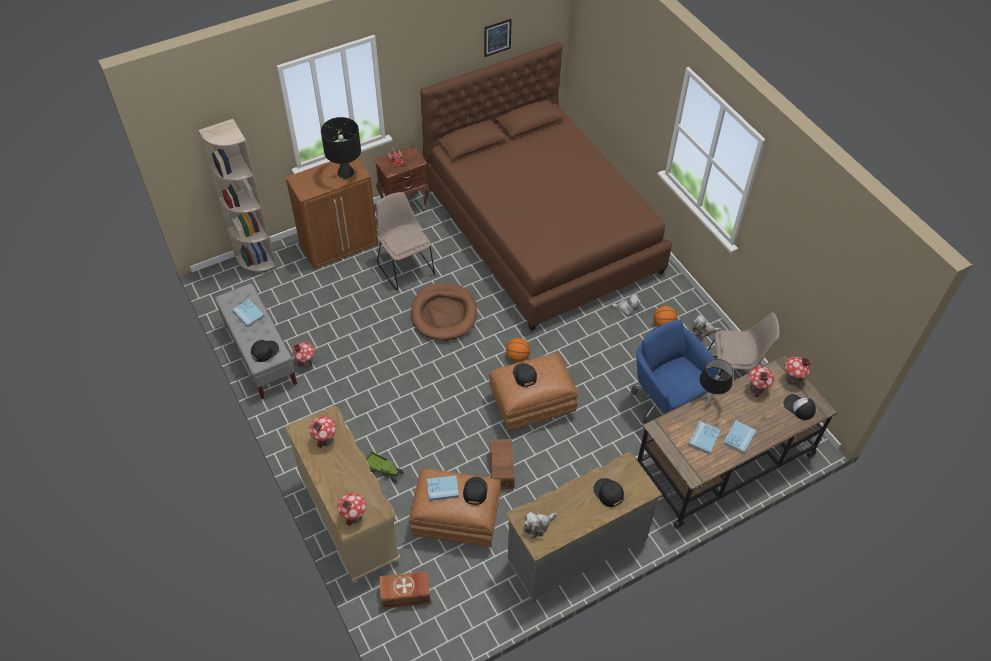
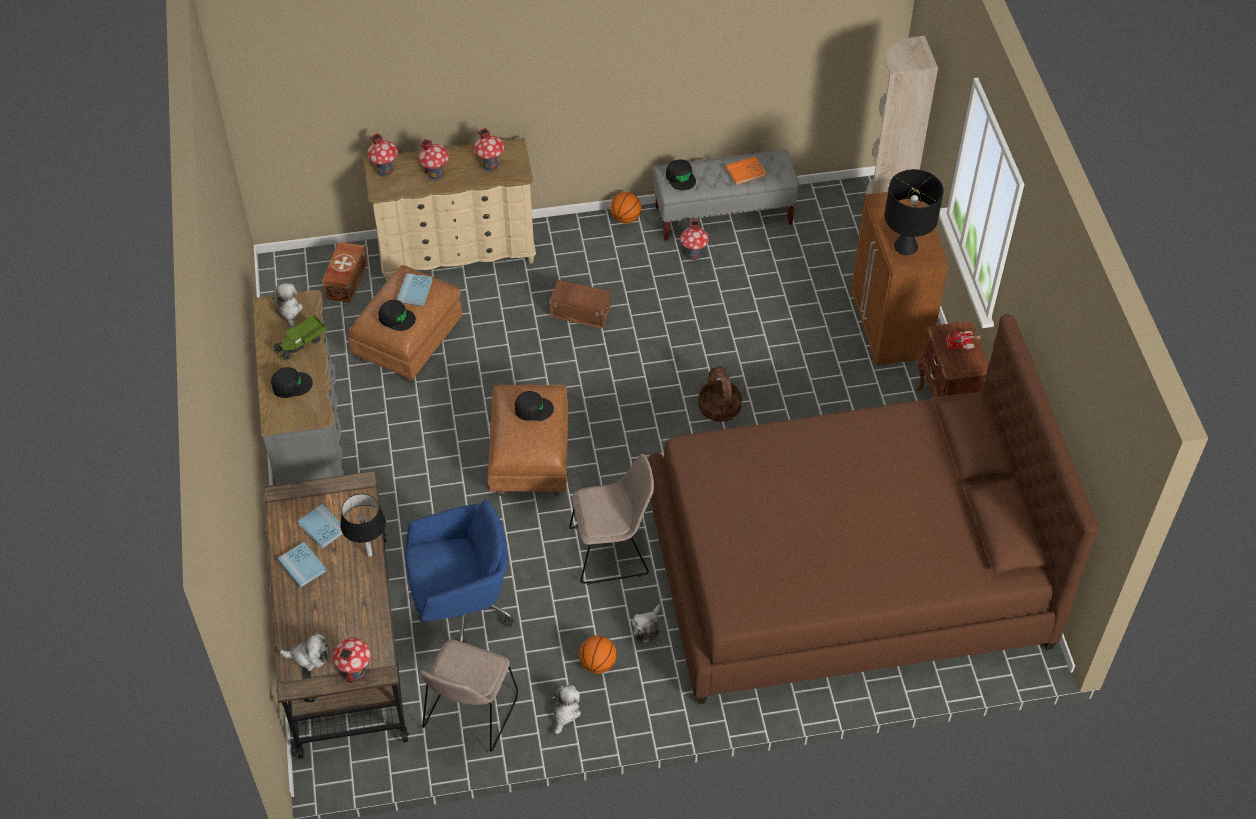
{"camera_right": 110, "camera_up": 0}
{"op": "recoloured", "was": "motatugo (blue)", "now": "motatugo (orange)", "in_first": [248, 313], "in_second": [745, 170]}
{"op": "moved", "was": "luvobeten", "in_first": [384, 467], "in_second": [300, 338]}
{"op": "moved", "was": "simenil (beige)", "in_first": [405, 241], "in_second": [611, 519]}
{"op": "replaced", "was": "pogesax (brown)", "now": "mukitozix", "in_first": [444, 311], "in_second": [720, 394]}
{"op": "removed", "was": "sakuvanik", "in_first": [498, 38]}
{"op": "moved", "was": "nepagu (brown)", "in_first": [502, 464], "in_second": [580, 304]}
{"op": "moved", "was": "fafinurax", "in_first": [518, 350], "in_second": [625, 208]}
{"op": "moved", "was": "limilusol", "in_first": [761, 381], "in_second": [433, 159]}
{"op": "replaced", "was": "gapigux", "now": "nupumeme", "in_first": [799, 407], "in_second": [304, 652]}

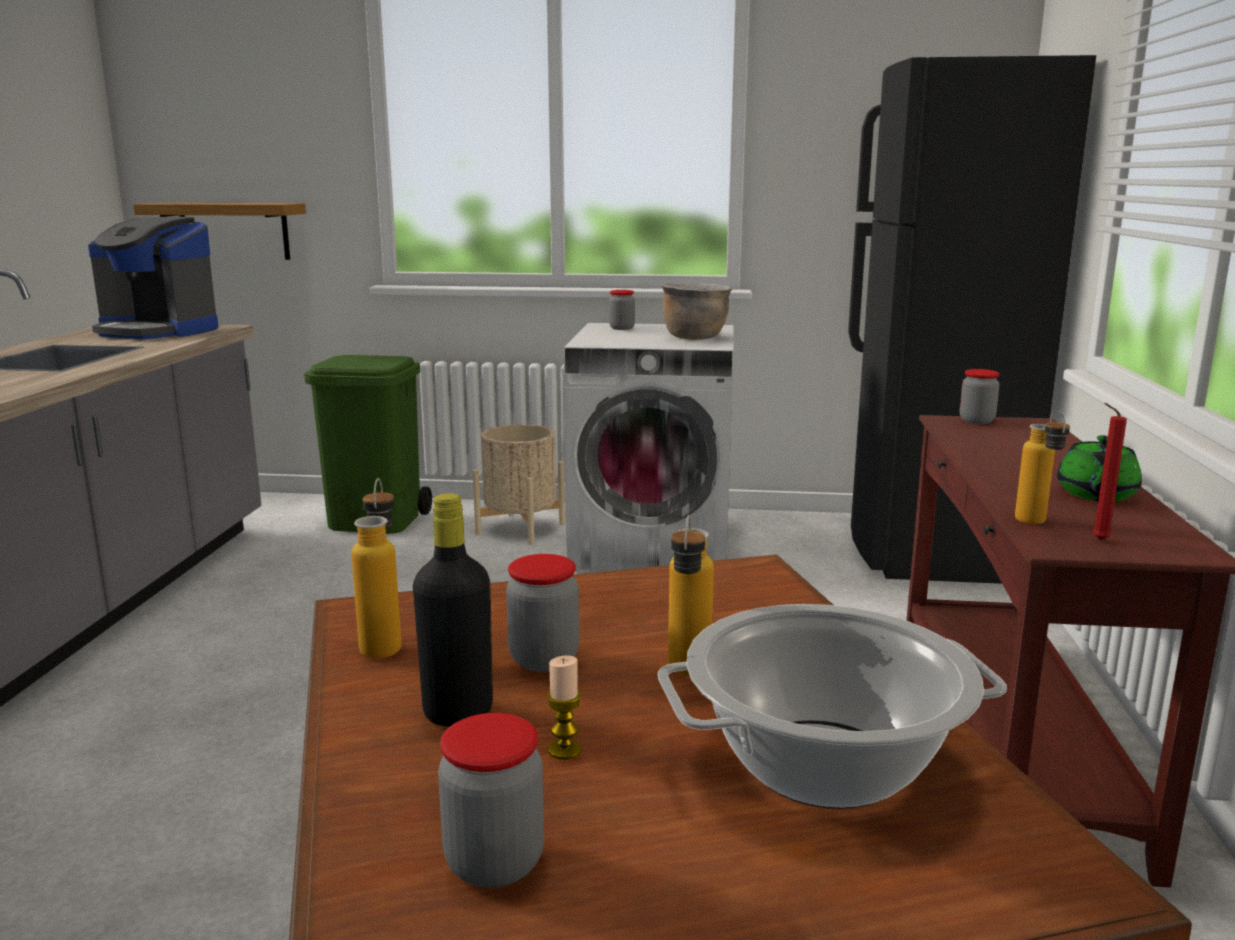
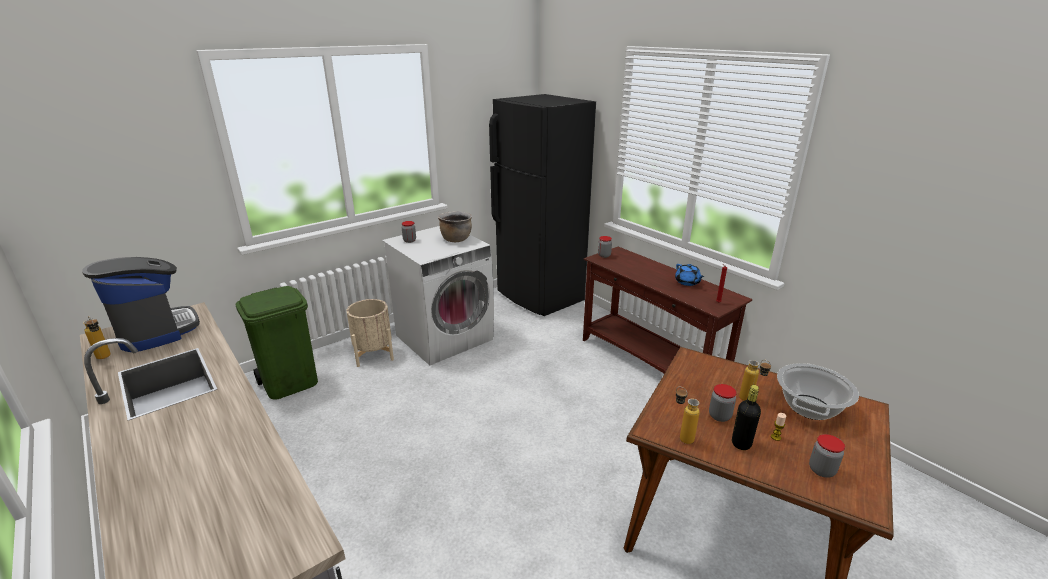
{"camera_right": -45, "camera_up": 10}
{"op": "turned", "was": "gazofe", "in_first": [153, 278], "in_second": [141, 304], "clockwise": -105}
{"op": "removed", "was": "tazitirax", "in_first": [219, 231]}
{"op": "moved", "was": "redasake", "in_first": [1042, 467], "in_second": [97, 337]}
{"op": "recoloured", "was": "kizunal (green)", "now": "kizunal (blue)", "in_first": [1099, 468], "in_second": [689, 275]}

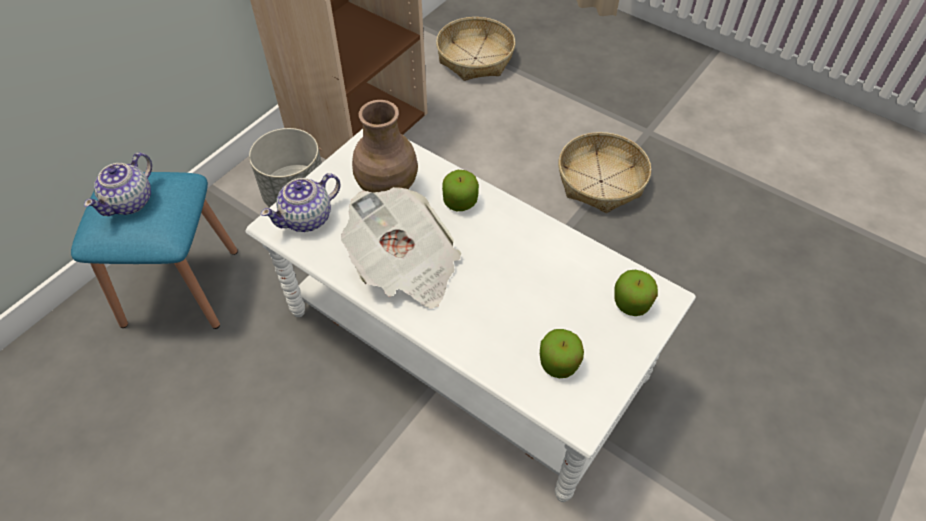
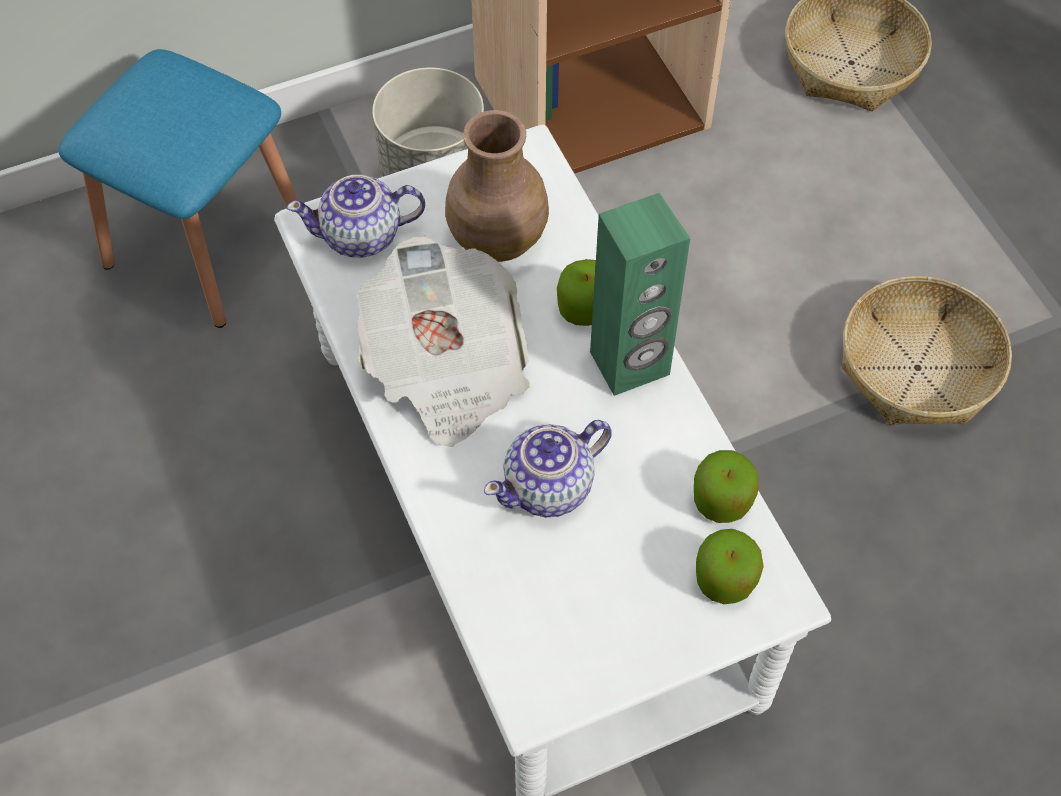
{"camera_right": 30, "camera_up": 5}
{"op": "moved", "was": "kizunal", "in_first": [118, 184], "in_second": [548, 468]}
{"op": "moved", "was": "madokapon", "in_first": [562, 353], "in_second": [726, 486]}
{"op": "added", "now": "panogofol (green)", "in_second": [640, 294]}

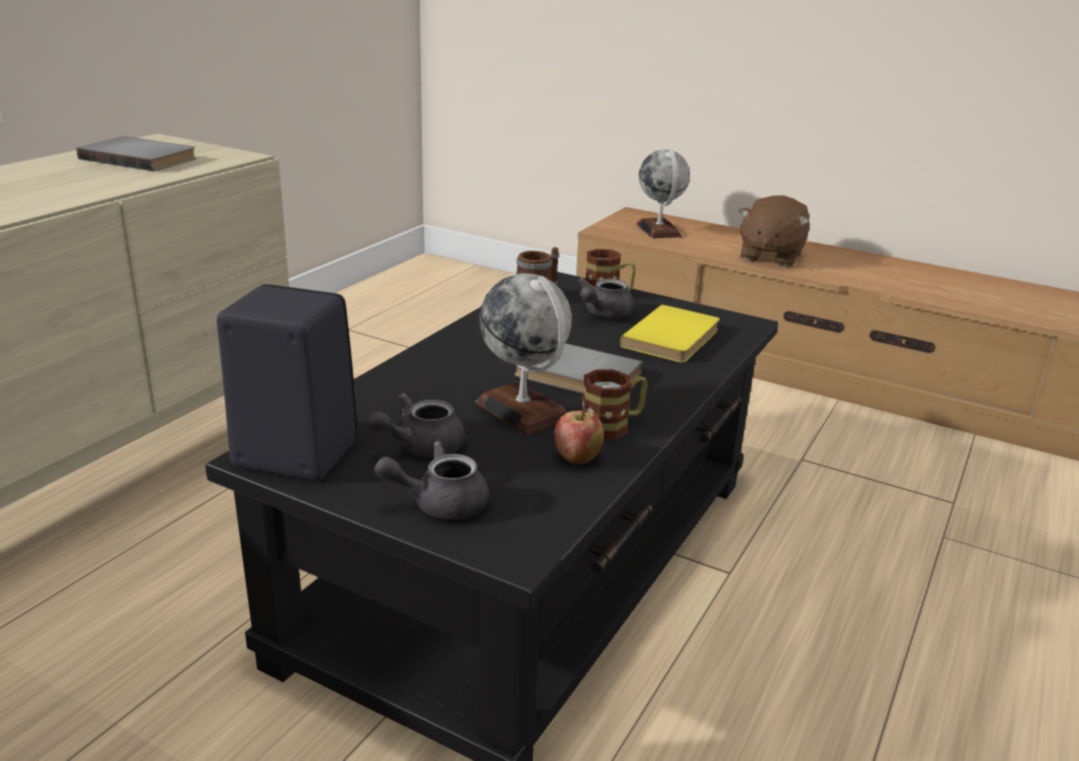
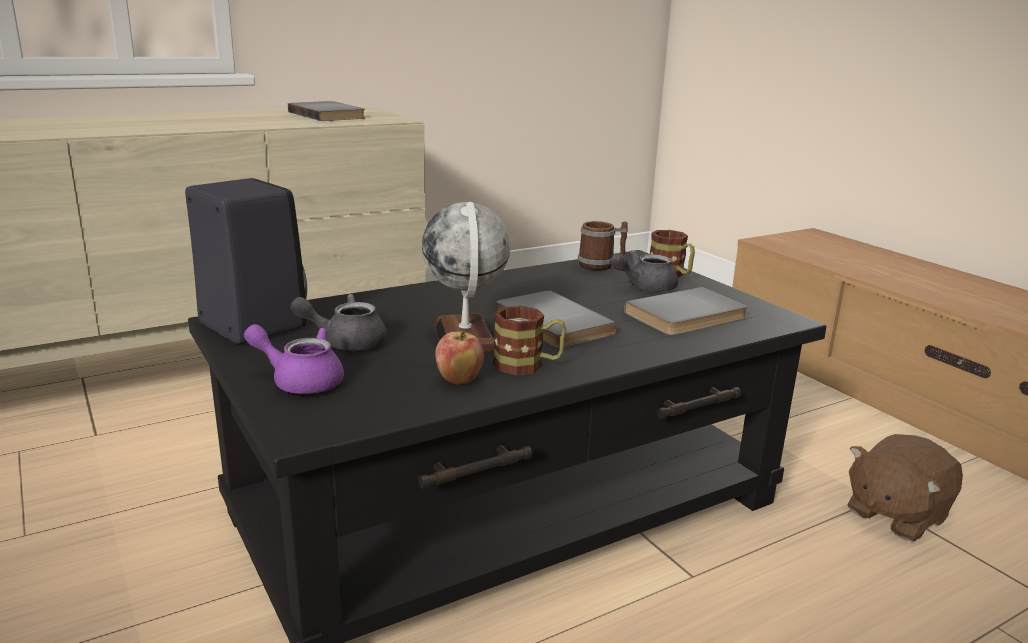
{"camera_right": 30, "camera_up": -5}
{"op": "recoloured", "was": "kizunal (grey)", "now": "kizunal (purple)", "in_first": [431, 480], "in_second": [294, 359]}
{"op": "recoloured", "was": "motatugo (yellow)", "now": "motatugo (grey)", "in_first": [670, 334], "in_second": [686, 311]}
{"op": "removed", "was": "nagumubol", "in_first": [663, 193]}
{"op": "moved", "was": "nupumeme (brown)", "in_first": [774, 231], "in_second": [905, 487]}

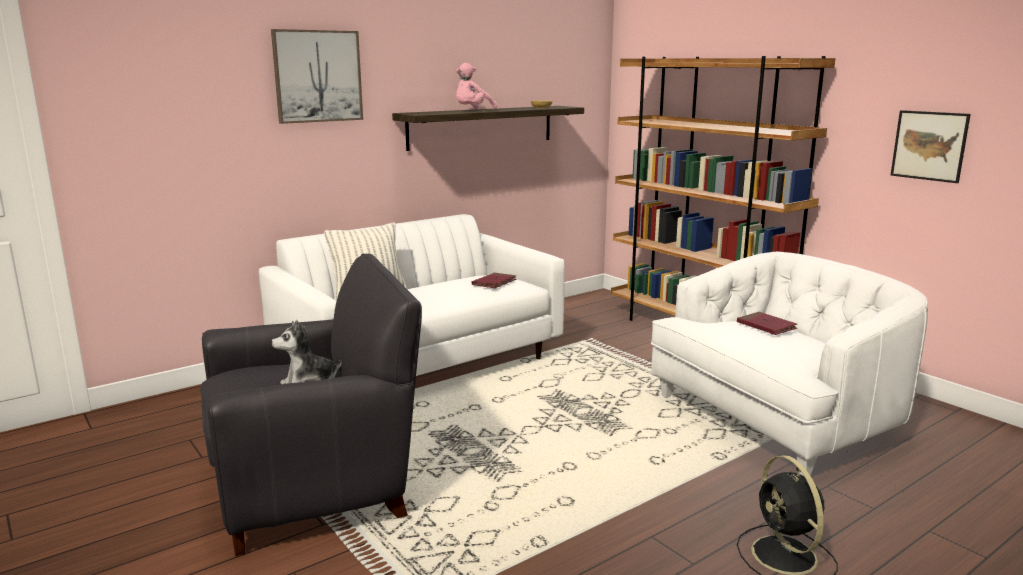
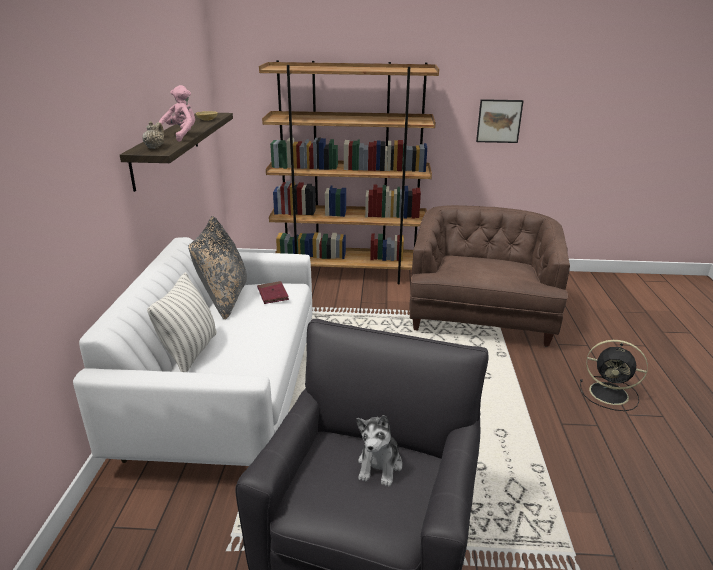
{"camera_right": -50, "camera_up": 10}
{"op": "removed", "was": "sakuvanik", "in_first": [317, 76]}
{"op": "turned", "was": "nupumeme (pink)", "in_first": [477, 86], "in_second": [176, 113], "clockwise": -150}
{"op": "recoloured", "was": "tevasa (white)", "now": "tevasa (brown)", "in_first": [789, 364], "in_second": [489, 276]}
{"op": "removed", "was": "motatugo (red)", "in_first": [767, 323]}
{"op": "added", "now": "kizunal (beige)", "in_second": [153, 135]}
{"op": "added", "now": "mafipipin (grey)", "in_second": [217, 268]}

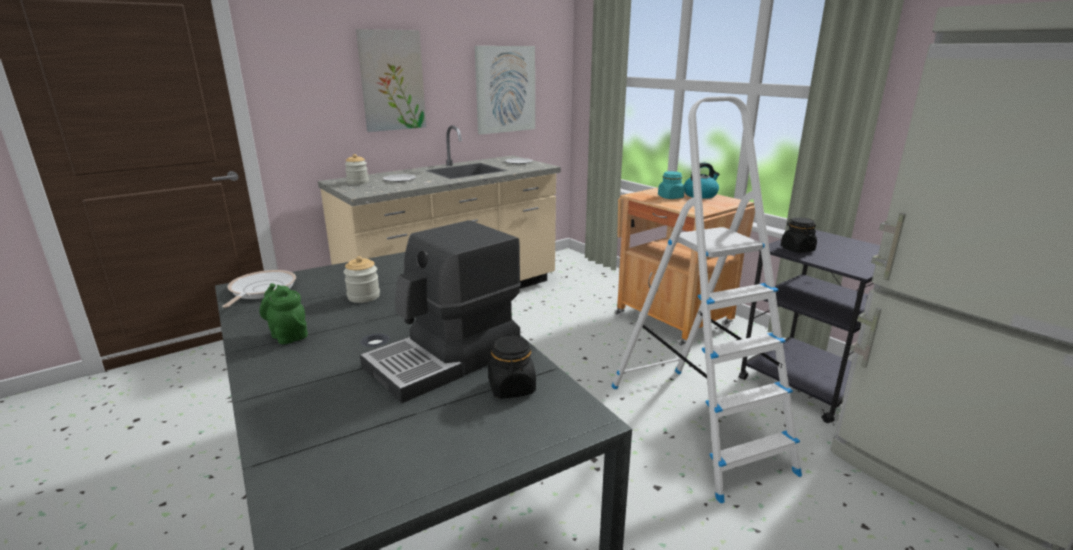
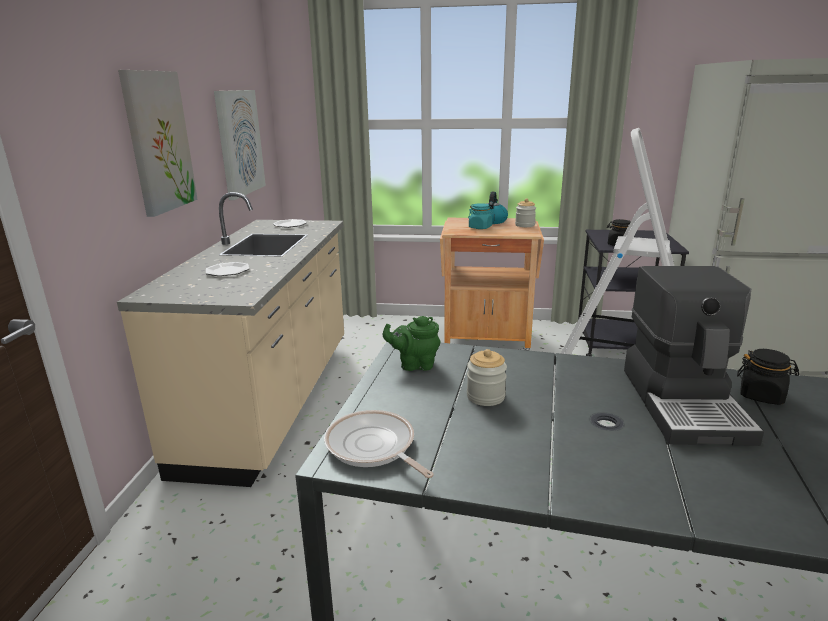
{"camera_right": -45, "camera_up": 0}
{"op": "moved", "was": "kizunal (green)", "in_first": [284, 313], "in_second": [411, 343]}
{"op": "moved", "was": "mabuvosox", "in_first": [357, 169], "in_second": [525, 213]}

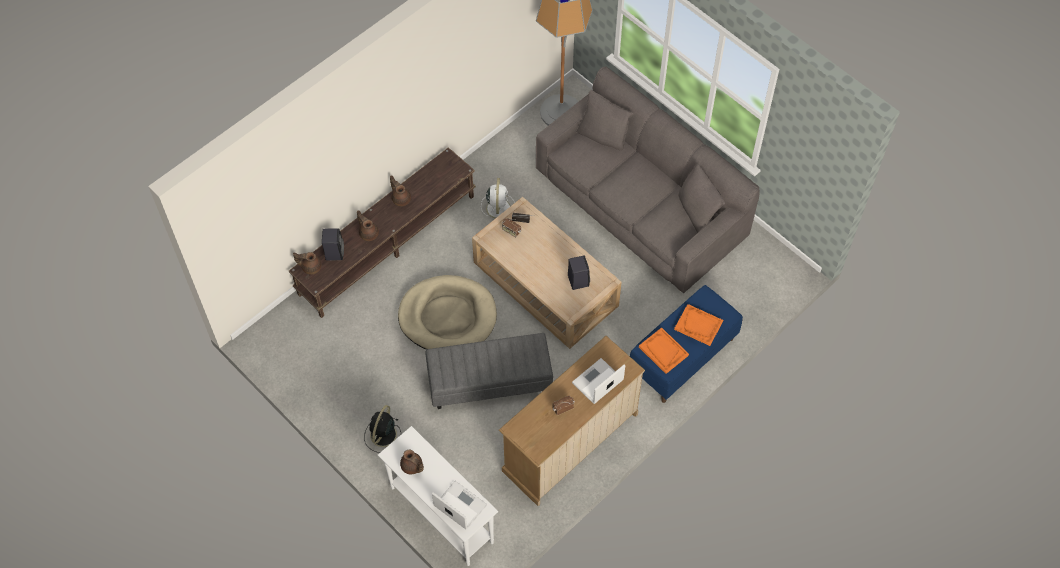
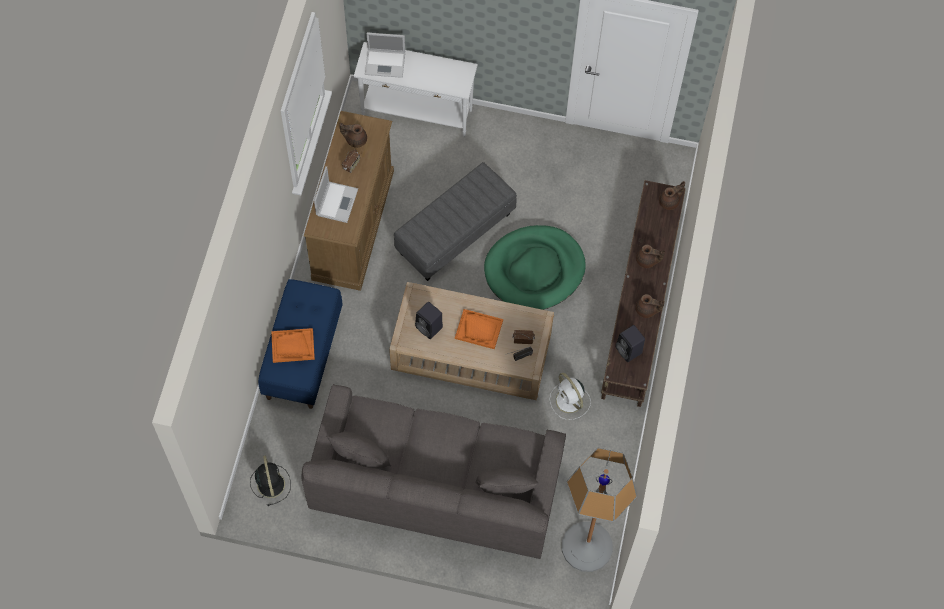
{"camera_right": 145, "camera_up": 5}
{"op": "moved", "was": "panogofol (black)", "in_first": [333, 244], "in_second": [630, 343]}
{"op": "moved", "was": "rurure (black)", "in_first": [382, 429], "in_second": [270, 480]}
{"op": "recoloured", "was": "pogesax (beige)", "now": "pogesax (green)", "in_first": [447, 312], "in_second": [535, 267]}
{"op": "moved", "was": "kizunal (brown)", "in_first": [412, 462], "in_second": [353, 135]}
{"op": "moved", "was": "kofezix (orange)", "in_first": [664, 351], "in_second": [479, 329]}

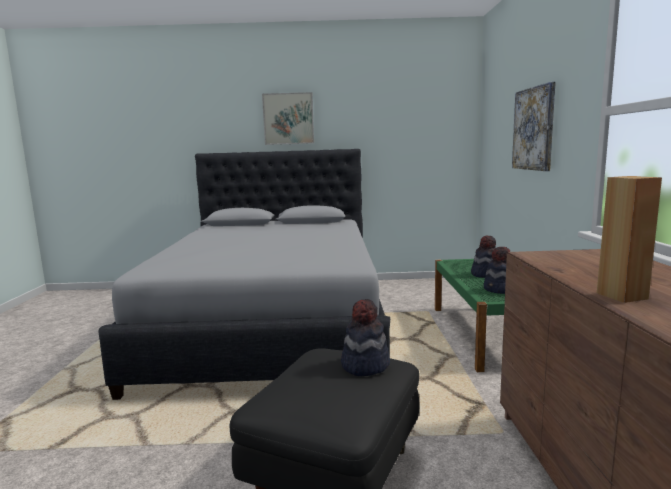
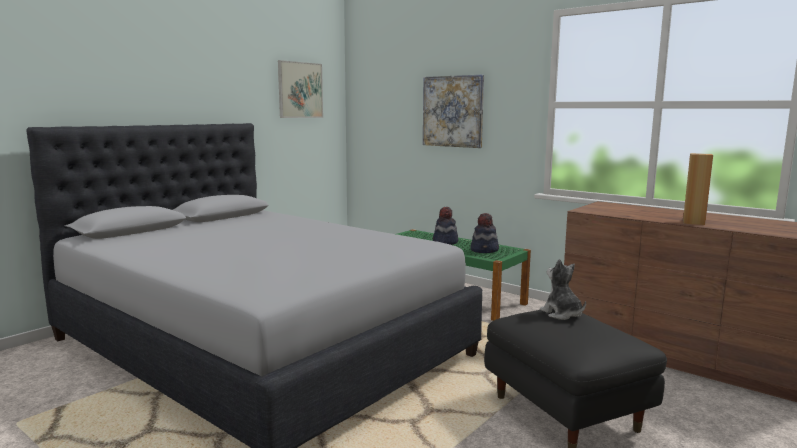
{"camera_right": -50, "camera_up": 0}
{"op": "moved", "was": "sakuvanik", "in_first": [288, 118], "in_second": [300, 89]}
{"op": "replaced", "was": "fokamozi", "now": "nupumeme", "in_first": [365, 337], "in_second": [563, 289]}

